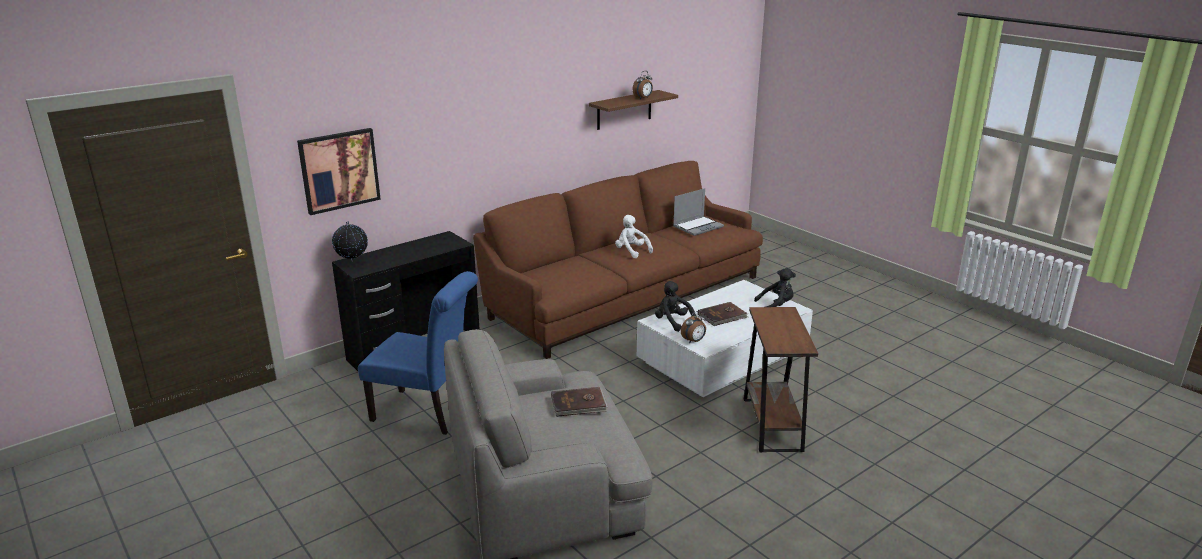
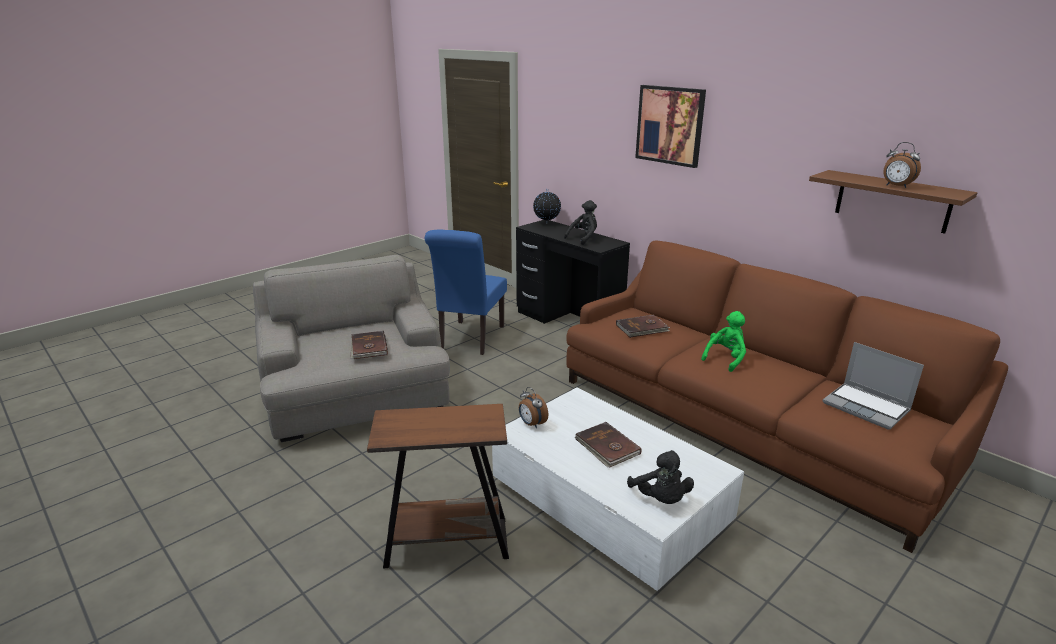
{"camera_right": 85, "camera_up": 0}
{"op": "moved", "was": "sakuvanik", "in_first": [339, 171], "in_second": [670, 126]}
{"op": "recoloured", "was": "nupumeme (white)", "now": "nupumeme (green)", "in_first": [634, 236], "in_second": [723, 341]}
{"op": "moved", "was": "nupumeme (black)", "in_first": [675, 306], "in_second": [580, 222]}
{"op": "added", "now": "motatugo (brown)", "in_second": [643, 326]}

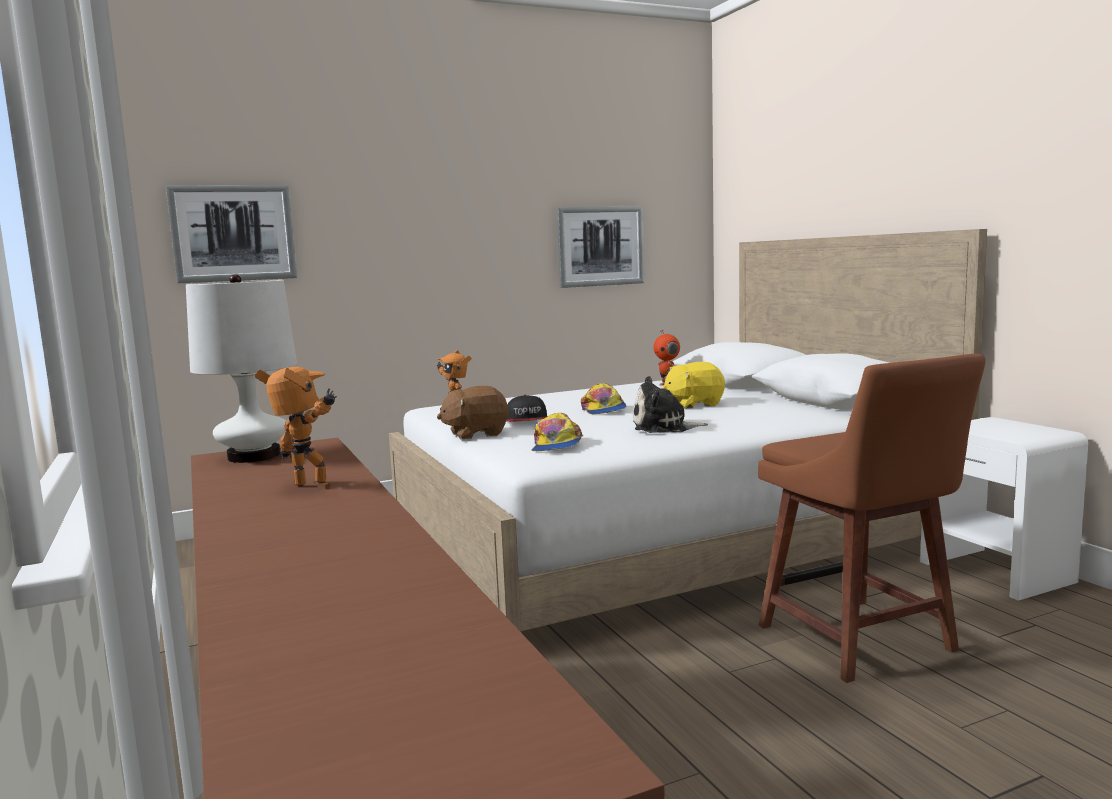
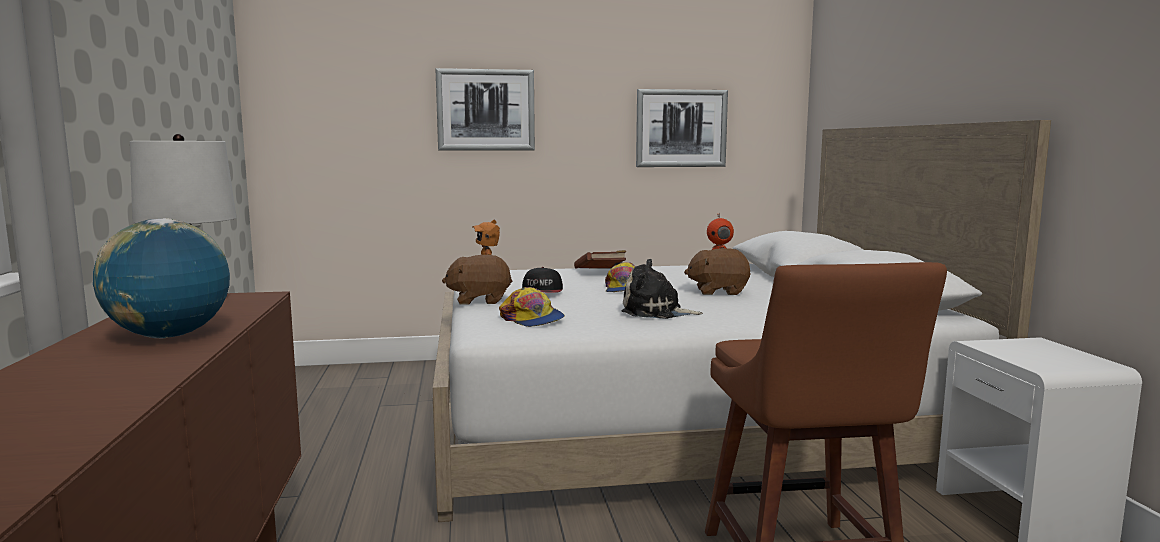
{"camera_right": 15, "camera_up": 0}
{"op": "moved", "was": "sakuvanik", "in_first": [231, 234], "in_second": [485, 109]}
{"op": "replaced", "was": "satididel", "now": "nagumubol", "in_first": [296, 428], "in_second": [161, 278]}
{"op": "turned", "was": "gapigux", "in_first": [557, 432], "in_second": [532, 307], "clockwise": -60}
{"op": "recoloured", "was": "nupumeme (yellow)", "now": "nupumeme (brown)", "in_first": [693, 385], "in_second": [717, 271]}
{"op": "added", "now": "motatugo (brown)", "in_second": [600, 259]}

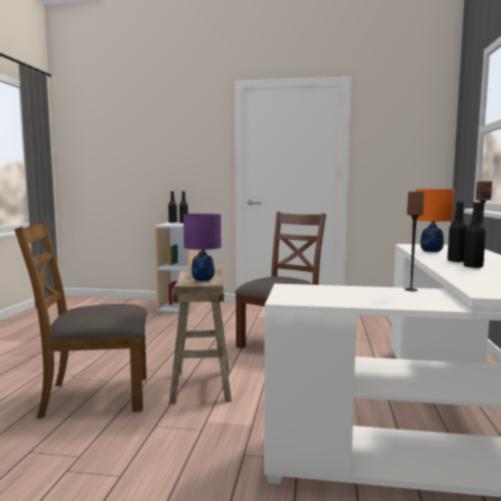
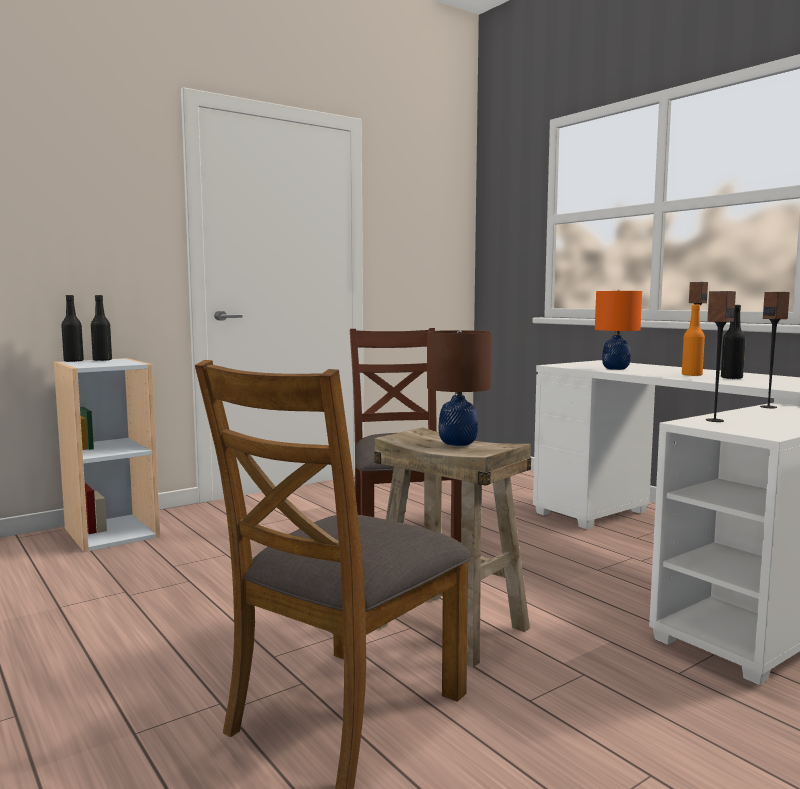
{"camera_right": -45, "camera_up": 0}
{"op": "recoloured", "was": "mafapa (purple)", "now": "mafapa (brown)", "in_first": [202, 247], "in_second": [459, 388]}
{"op": "recoloured", "was": "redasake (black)", "now": "redasake (orange)", "in_first": [457, 231], "in_second": [693, 340]}
{"op": "added", "now": "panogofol", "in_second": [721, 356]}

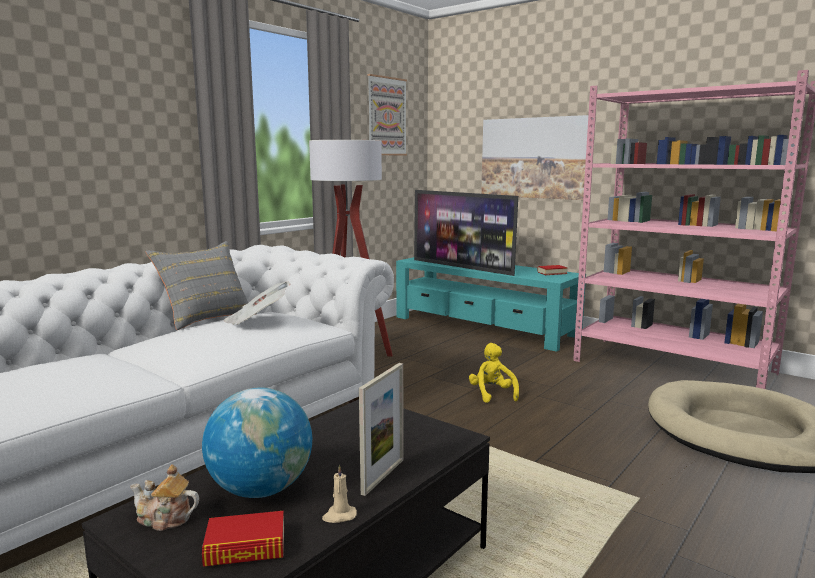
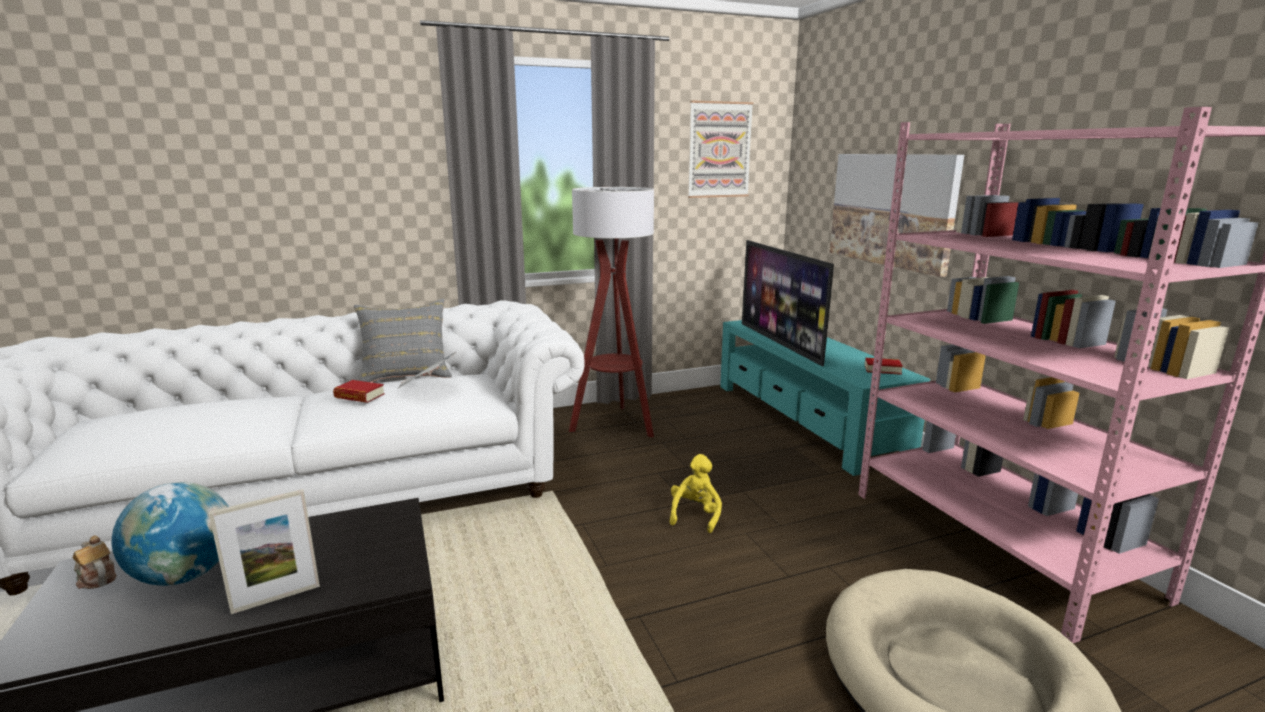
{"camera_right": 30, "camera_up": 5}
{"op": "moved", "was": "motatugo", "in_first": [243, 539], "in_second": [359, 391]}
{"op": "removed", "was": "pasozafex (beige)", "in_first": [339, 493]}

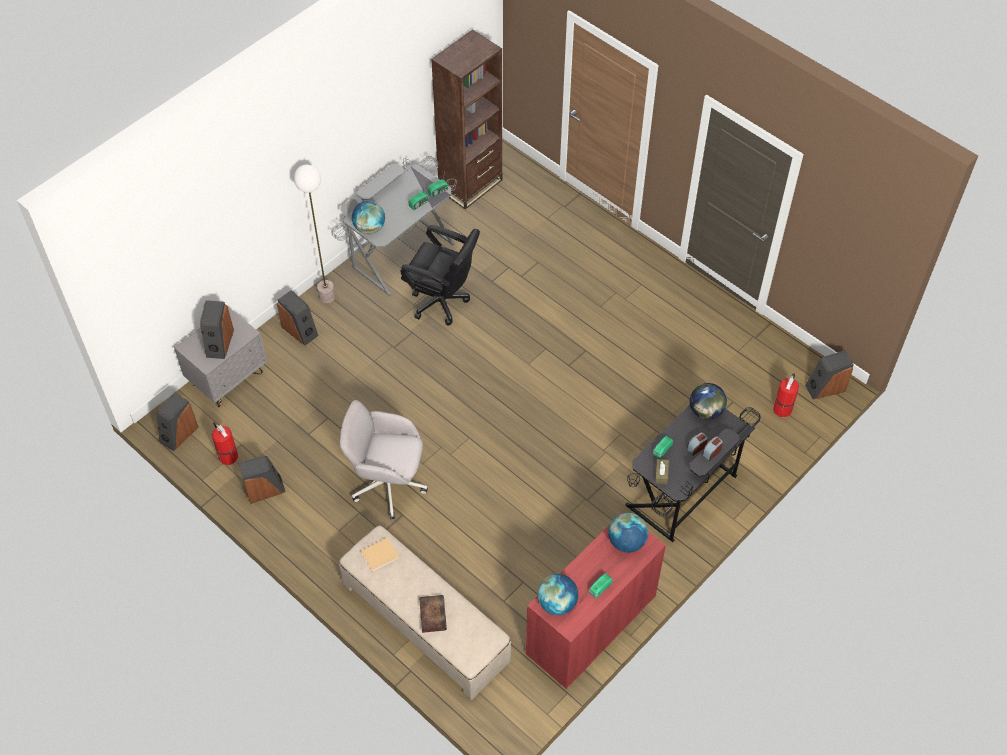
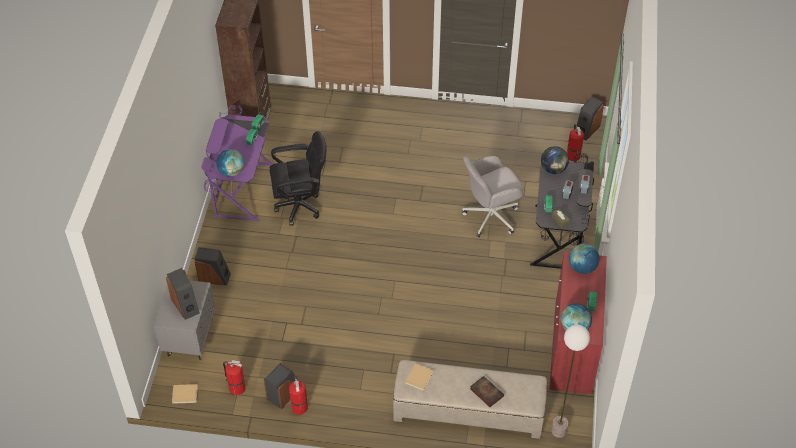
{"camera_right": -35, "camera_up": -5}
{"op": "replaced", "was": "panogofol", "now": "motatugo (beige)", "in_first": [177, 422], "in_second": [185, 394]}
{"op": "moved", "was": "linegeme", "in_first": [314, 234], "in_second": [570, 381]}
{"op": "recoloured", "was": "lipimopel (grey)", "now": "lipimopel (purple)", "in_first": [394, 226], "in_second": [237, 163]}
{"op": "moved", "was": "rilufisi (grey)", "in_first": [384, 459], "in_second": [492, 196]}
{"op": "added", "now": "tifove", "in_second": [298, 395]}

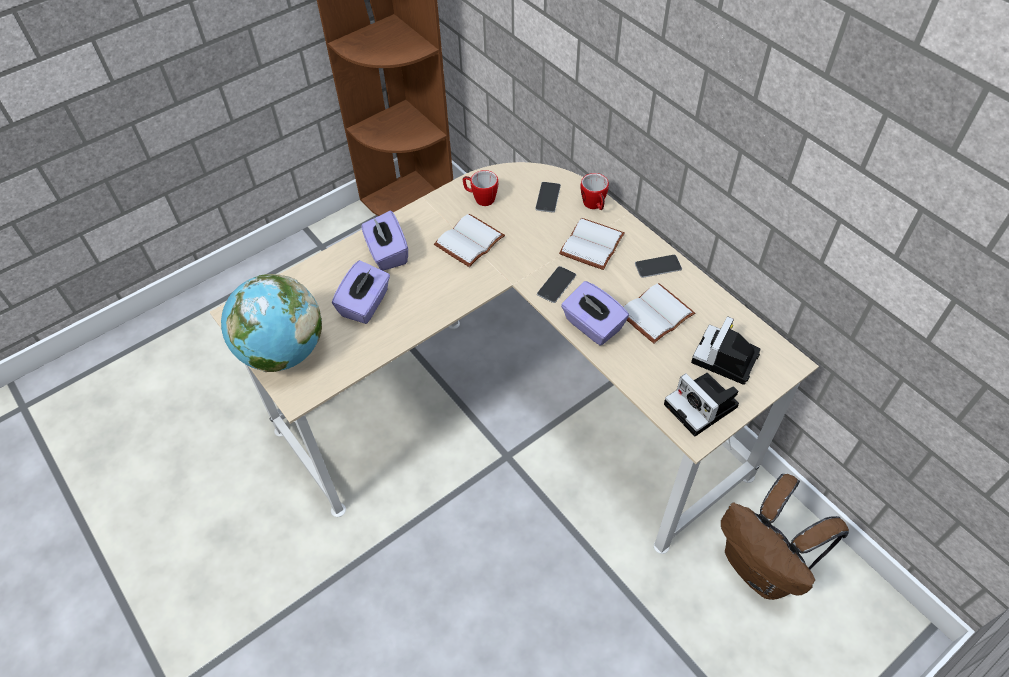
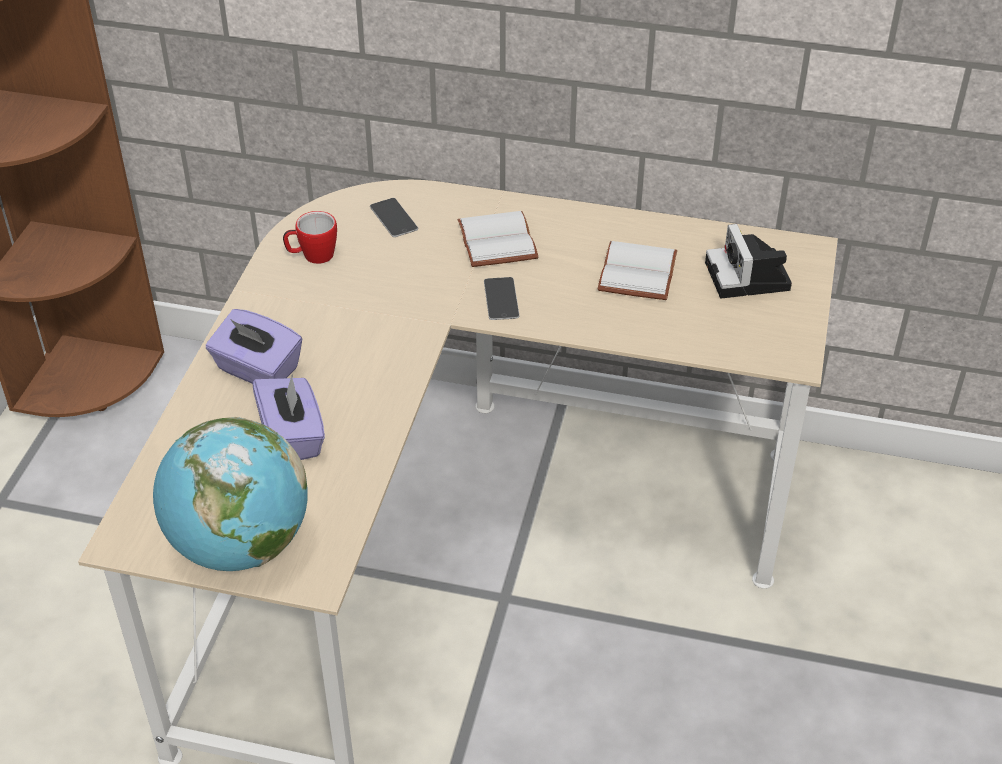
{"camera_right": -40, "camera_up": -10}
{"op": "removed", "was": "motatugo (white)", "in_first": [469, 240]}
{"op": "removed", "was": "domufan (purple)", "in_first": [595, 313]}
{"op": "removed", "was": "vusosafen", "in_first": [594, 191]}
{"op": "removed", "was": "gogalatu", "in_first": [658, 266]}
{"op": "removed", "was": "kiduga", "in_first": [701, 404]}
{"op": "removed", "was": "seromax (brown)", "in_first": [785, 537]}

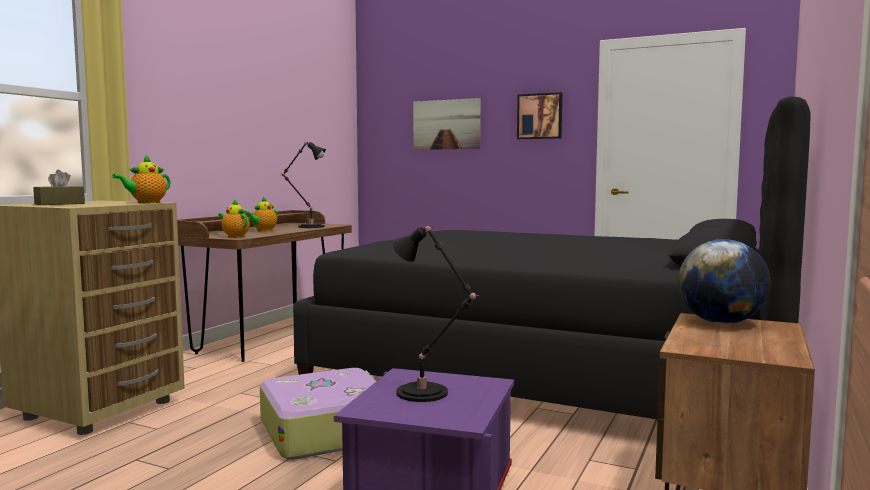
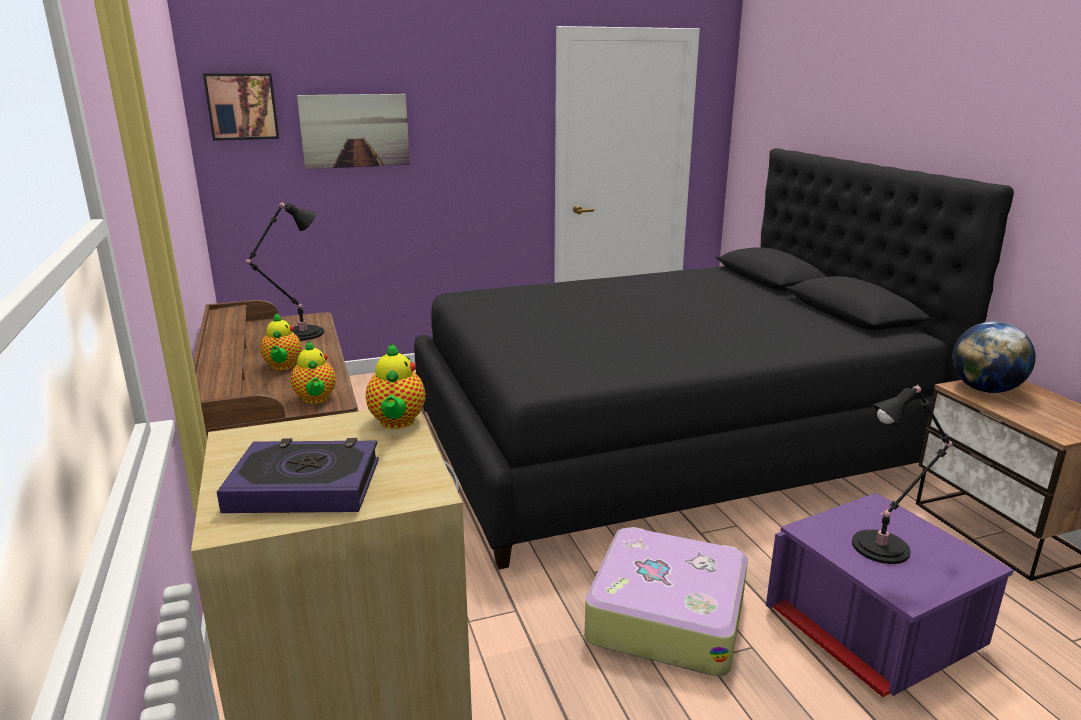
{"camera_right": -45, "camera_up": 15}
{"op": "replaced", "was": "domufan (brown)", "now": "motatugo", "in_first": [59, 187], "in_second": [298, 475]}
{"op": "turned", "was": "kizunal", "in_first": [234, 218], "in_second": [313, 372], "clockwise": -105}
{"op": "moved", "was": "sakuvanik", "in_first": [539, 115], "in_second": [241, 107]}

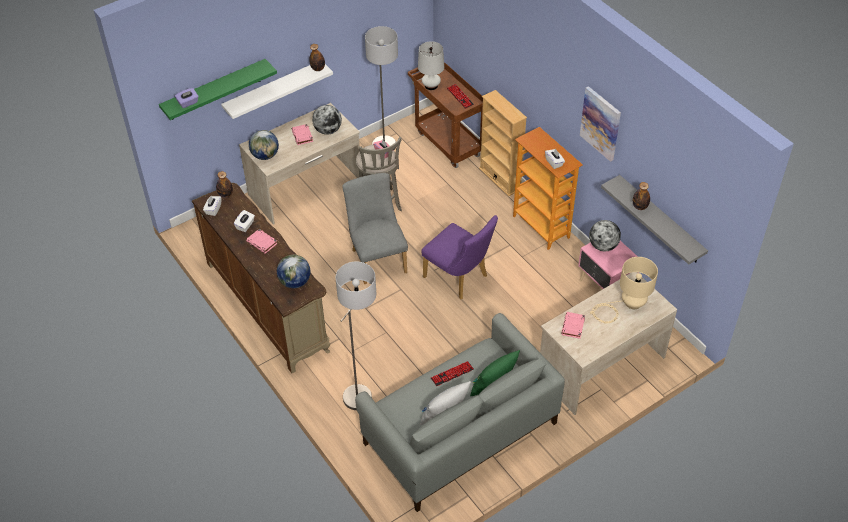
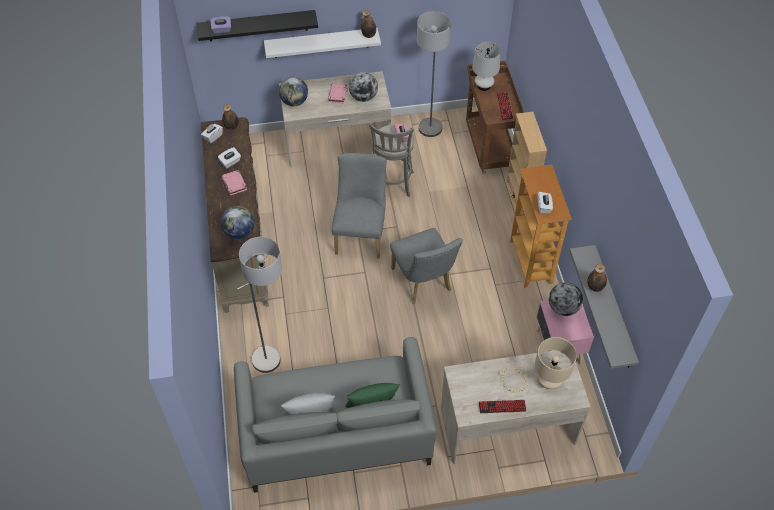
{"camera_right": 25, "camera_up": 5}
{"op": "recoloured", "was": "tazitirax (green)", "now": "tazitirax (black)", "in_first": [218, 89], "in_second": [257, 25]}
{"op": "recoloured", "was": "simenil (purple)", "now": "simenil (grey)", "in_first": [459, 257], "in_second": [426, 266]}
{"op": "moved", "was": "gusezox", "in_first": [452, 373], "in_second": [502, 406]}
{"op": "removed", "was": "motatugo (pink)", "in_first": [573, 325]}
{"op": "removed", "was": "sakuvanik", "in_first": [600, 124]}

